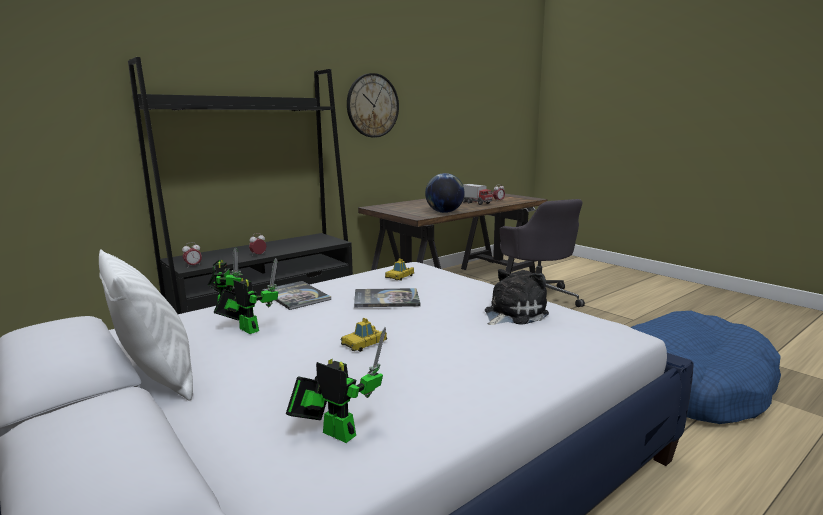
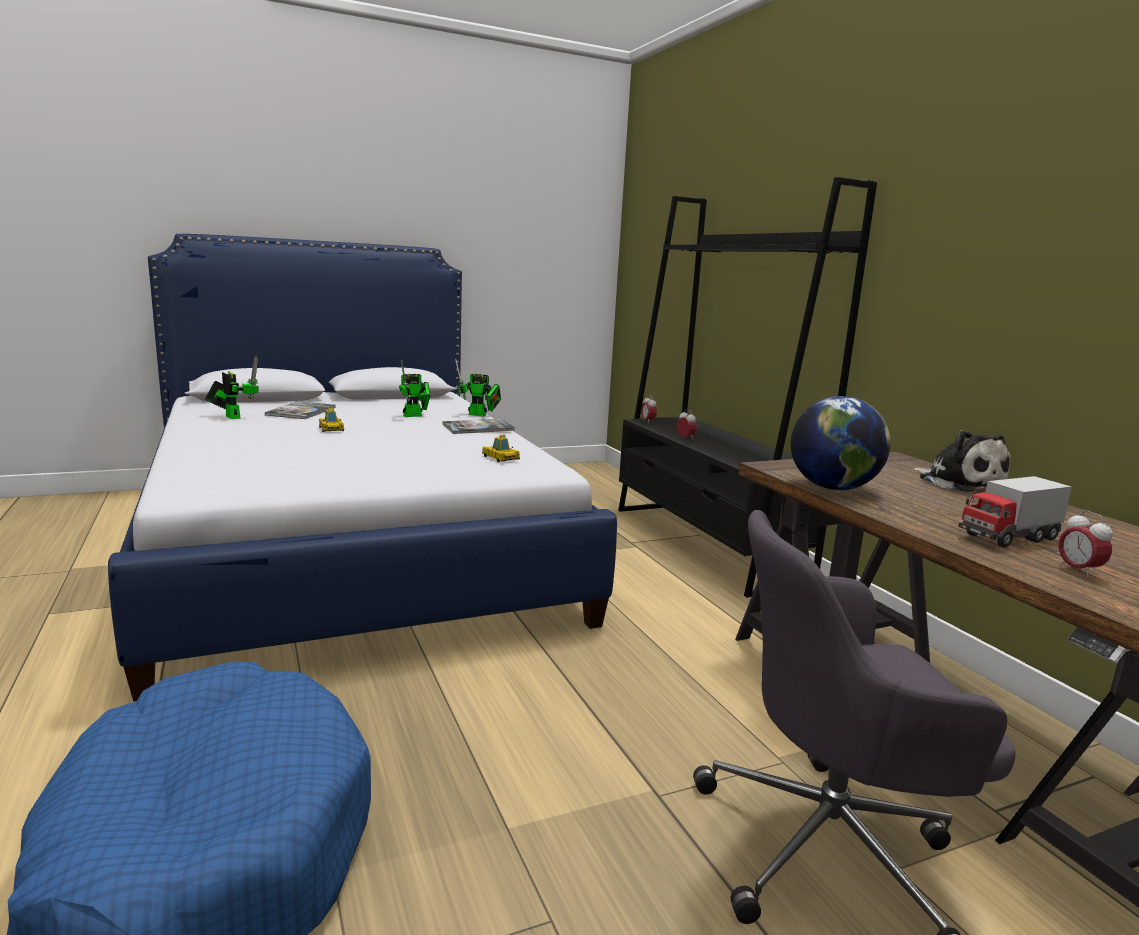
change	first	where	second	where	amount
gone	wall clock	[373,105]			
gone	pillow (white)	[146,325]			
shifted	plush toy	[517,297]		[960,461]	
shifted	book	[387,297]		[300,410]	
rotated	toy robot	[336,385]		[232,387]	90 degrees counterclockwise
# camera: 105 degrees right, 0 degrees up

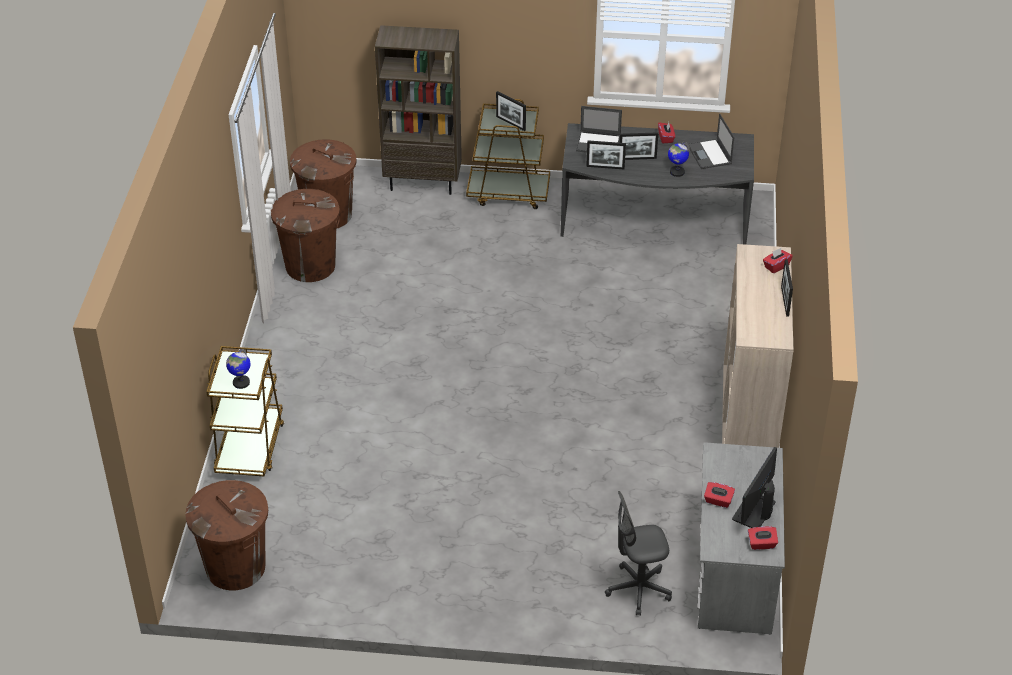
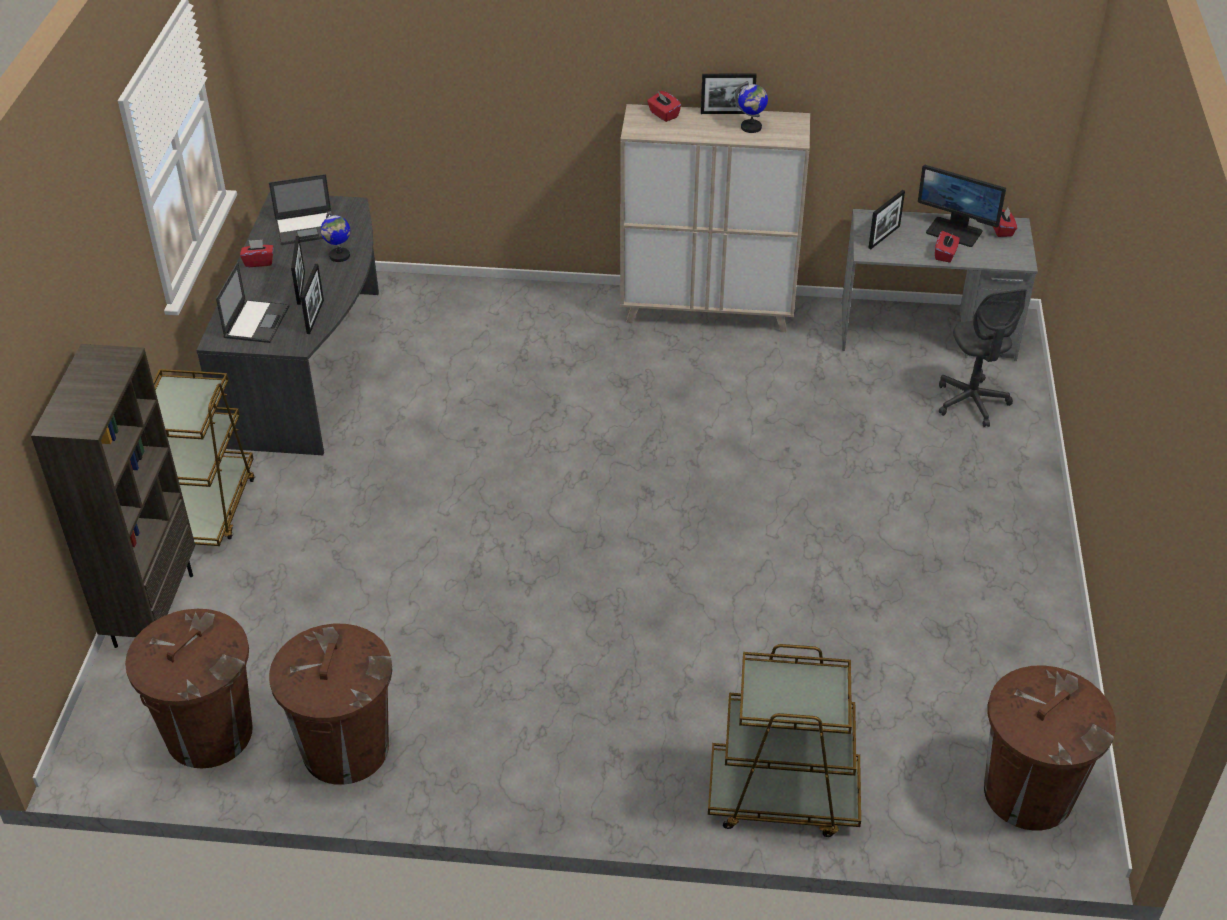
change	first	where	second	where	amount
shifted	picture frame	[511,111]		[886,219]	
shifted	globe	[238,369]		[751,107]	
# camera: 90 degrees left, 0 degrees up

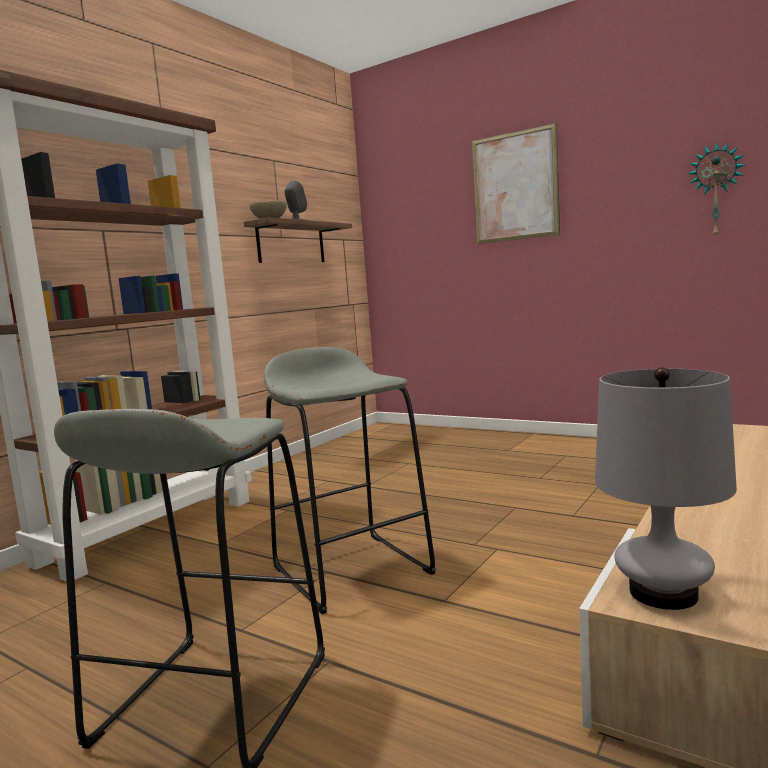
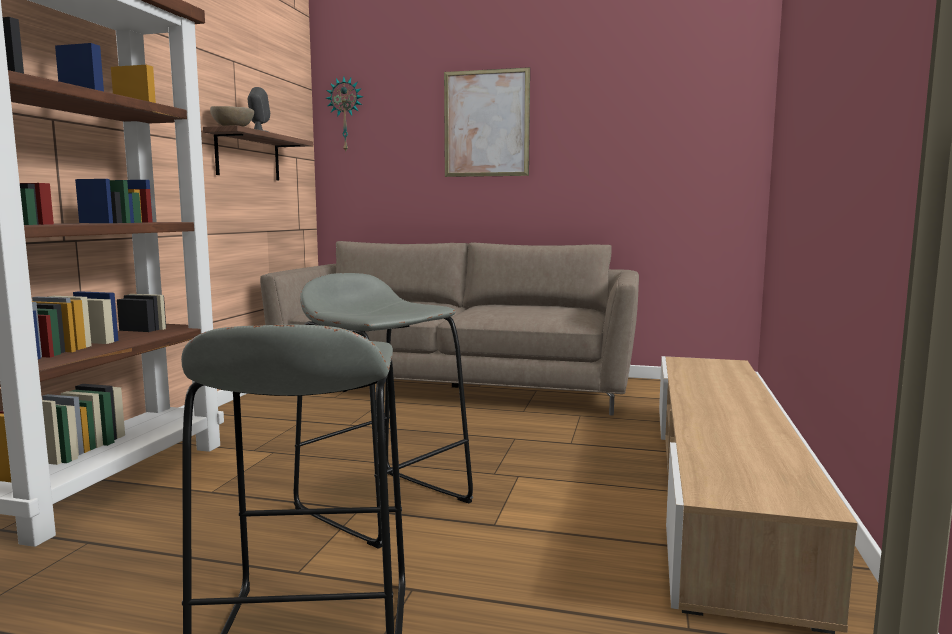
change	first	where	second	where	amount
shifted	wall clock	[716,190]		[344,113]	
gone	table lamp (grey)	[666,488]			
new			sofa (beige)	[449,328]	
# camera: 20 degrees left, 0 degrees up

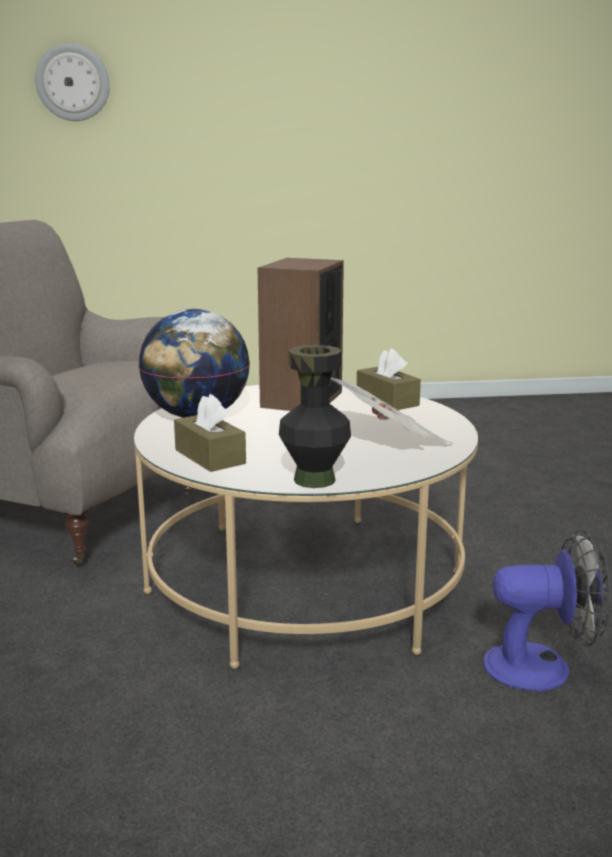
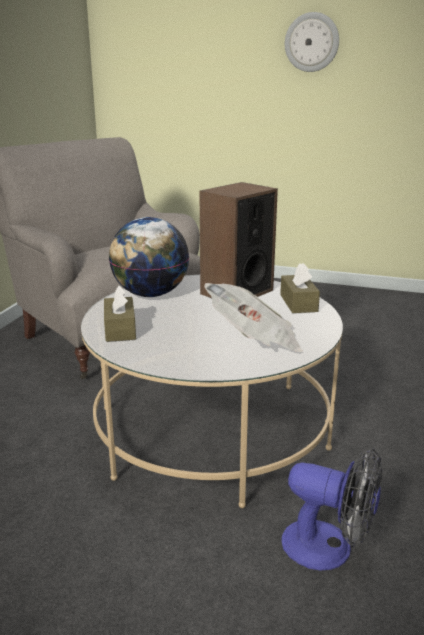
change	first	where	second	where	amount
shifted	wall clock	[72,82]		[312,42]	
gone	vase (black)	[315,416]			
# camera: 25 degrees right, 5 degrees up

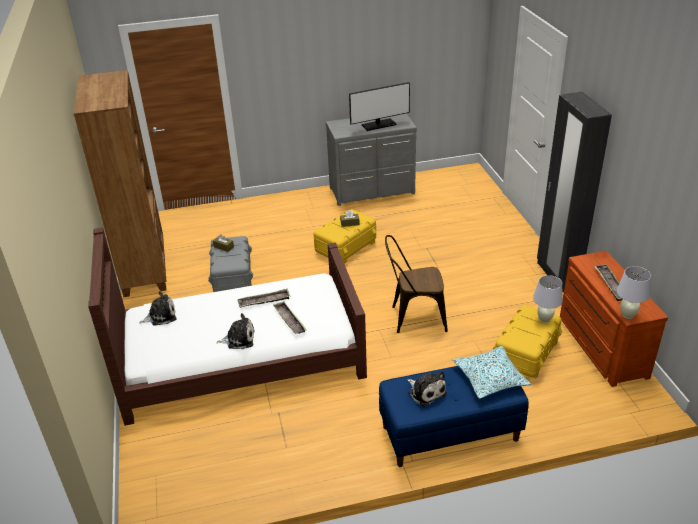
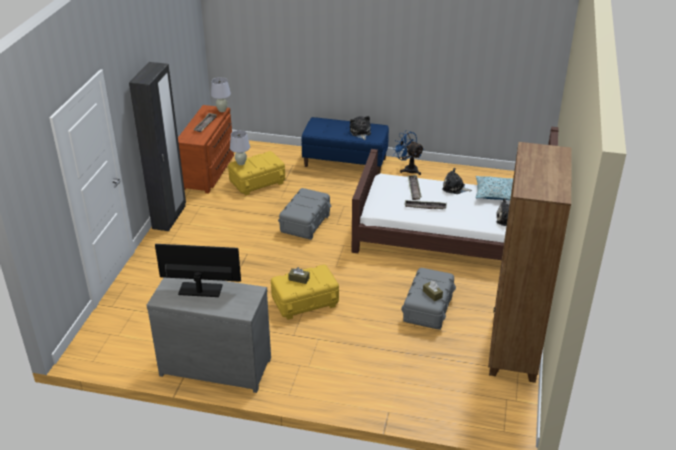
change	first	where	second	where	amount
swapped	chair (brown)	[416,284]	storage box (grey)	[304,214]	
shifted	pillow	[491,372]		[494,188]	
new			fan (blue)	[408,152]	
# camera: 155 degrees left, 0 degrees up

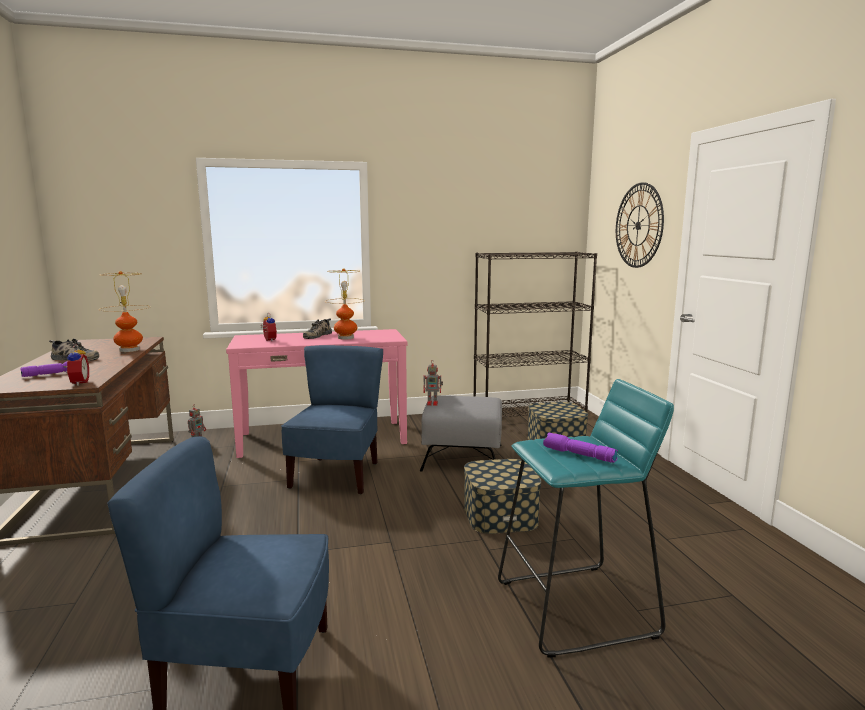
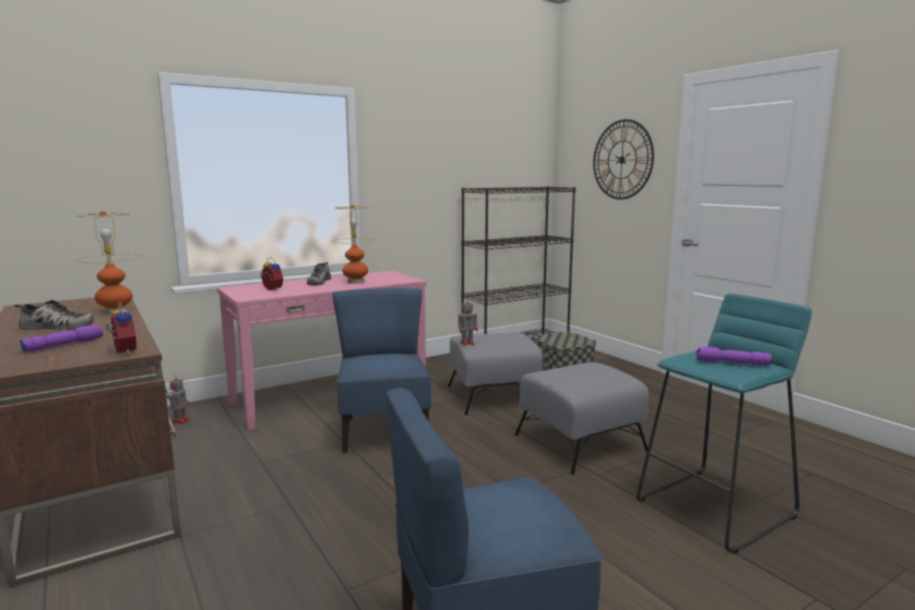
change	first	where	second	where	amount
swapped	storage box	[503,496]	ottoman (grey)	[582,418]	
# camera: 20 degrees left, 0 degrees up

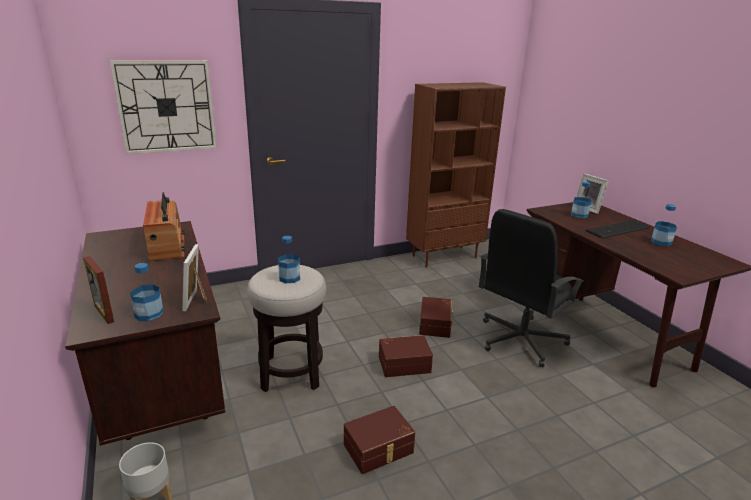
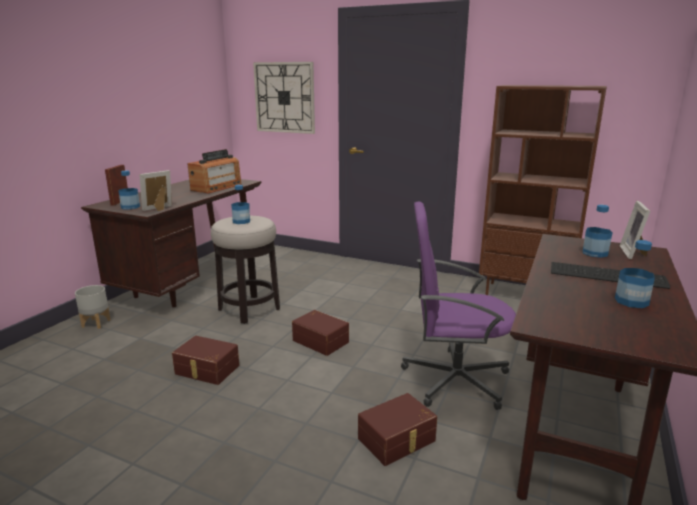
change	first	where	second	where	amount
repainted	office chair (black)	[531,288]	office chair (purple)	[458,306]	
shifted	storage box (brown)	[436,317]		[397,429]	
# camera: 50 degrees right, 5 degrees down

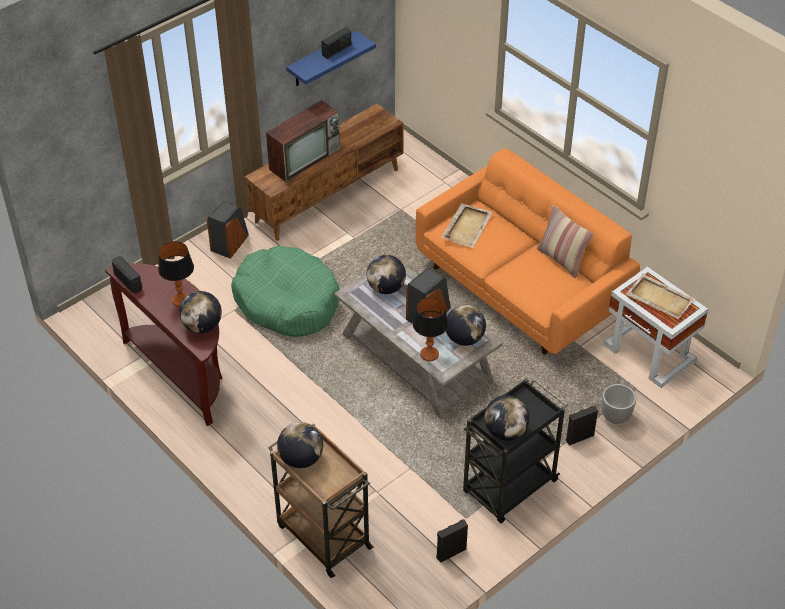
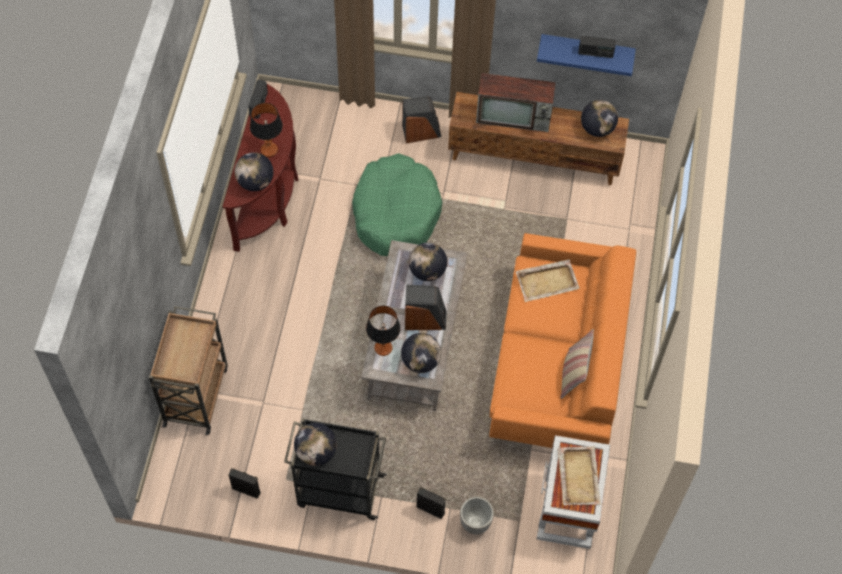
change	first	where	second	where	amount
shifted	globe	[300,445]		[599,118]	
# camera: 50 degrees right, 15 degrees up

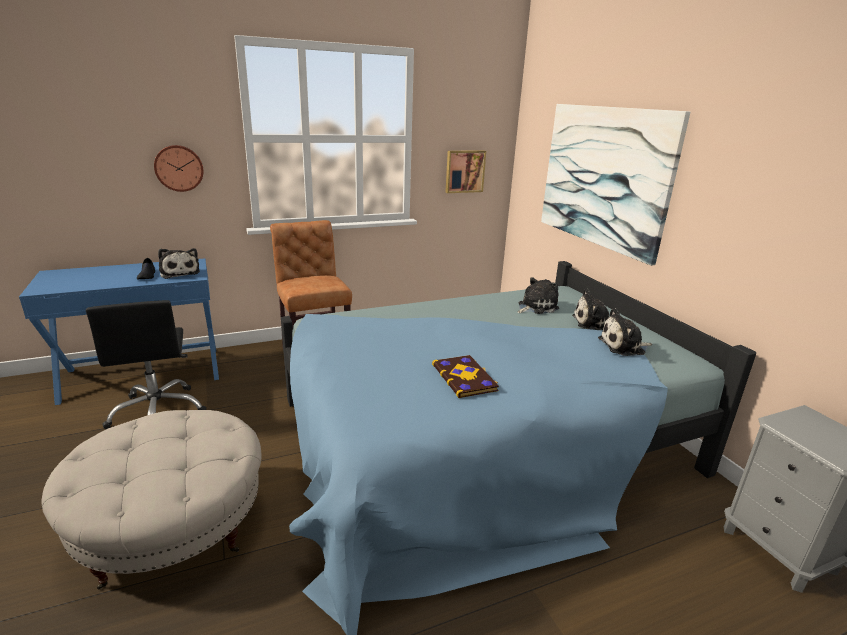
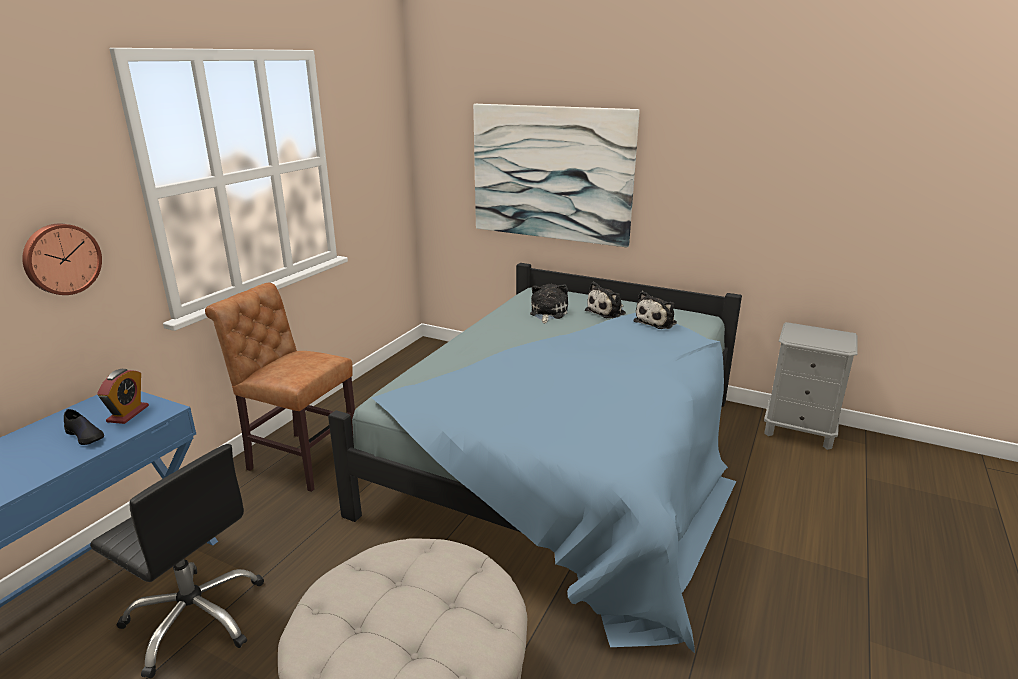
change	first	where	second	where	amount
gone	picture	[465,172]			
swapped	plush toy	[179,263]	alarm clock	[123,396]	
gone	book	[465,376]			
# camera: 40 degrees left, 0 degrees up

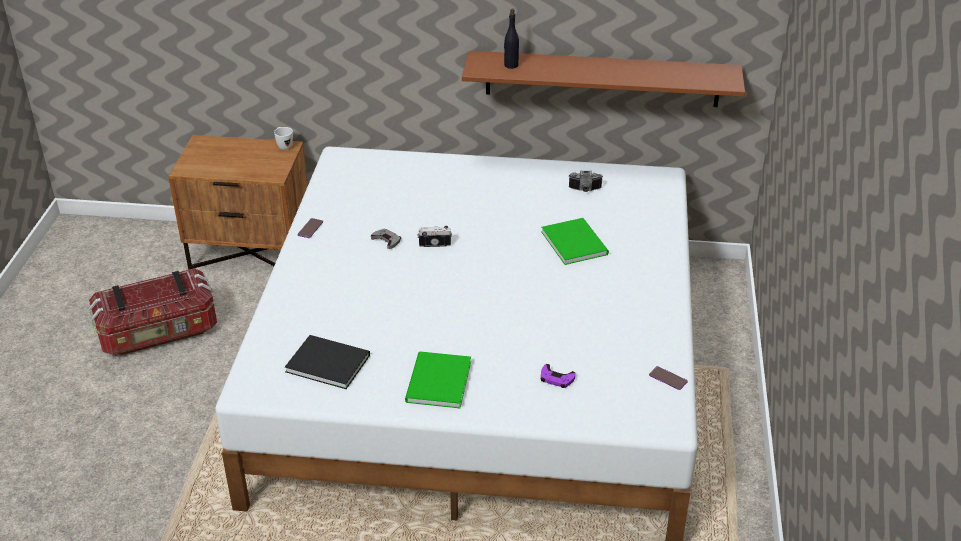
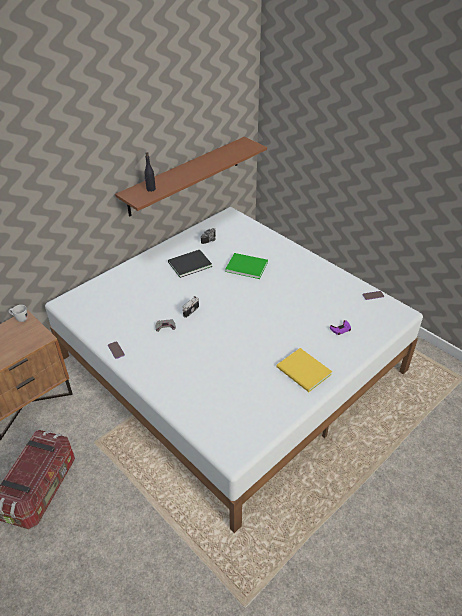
change	first	where	second	where	amount
shifted	book (black)	[327,362]		[190,264]	
repainted	book (green)	[438,380]	book (yellow)	[304,370]	
# camera: 50 degrees left, 5 degrees up

